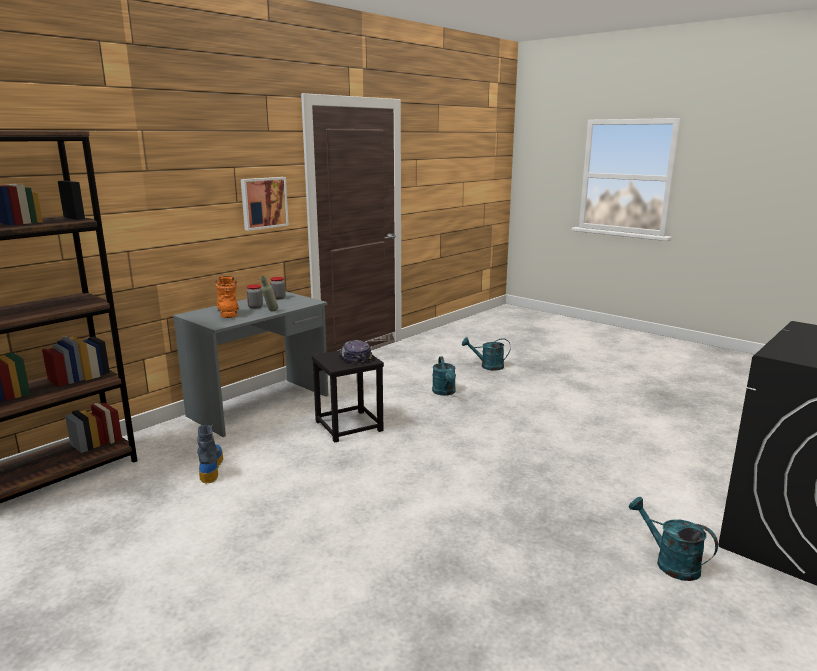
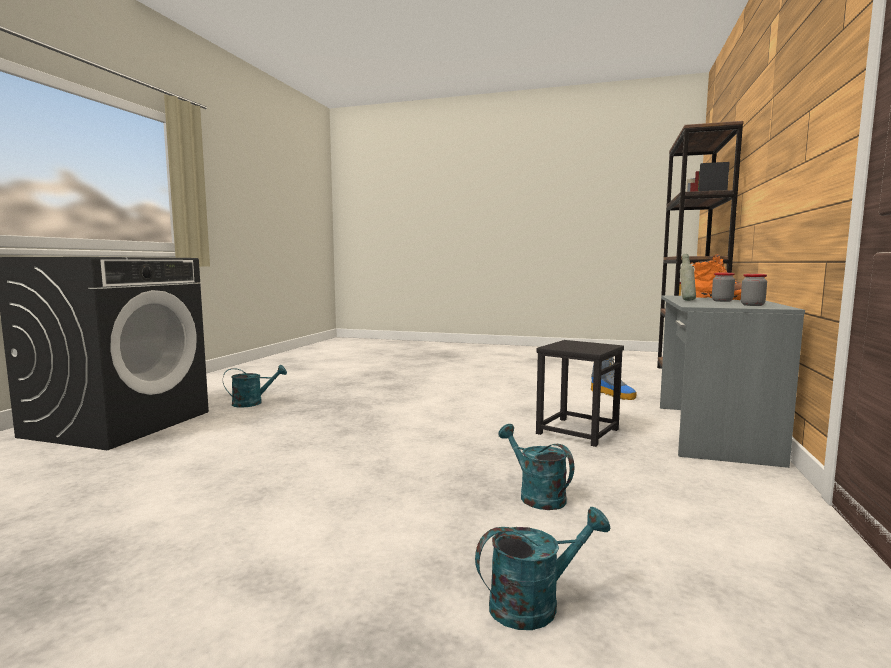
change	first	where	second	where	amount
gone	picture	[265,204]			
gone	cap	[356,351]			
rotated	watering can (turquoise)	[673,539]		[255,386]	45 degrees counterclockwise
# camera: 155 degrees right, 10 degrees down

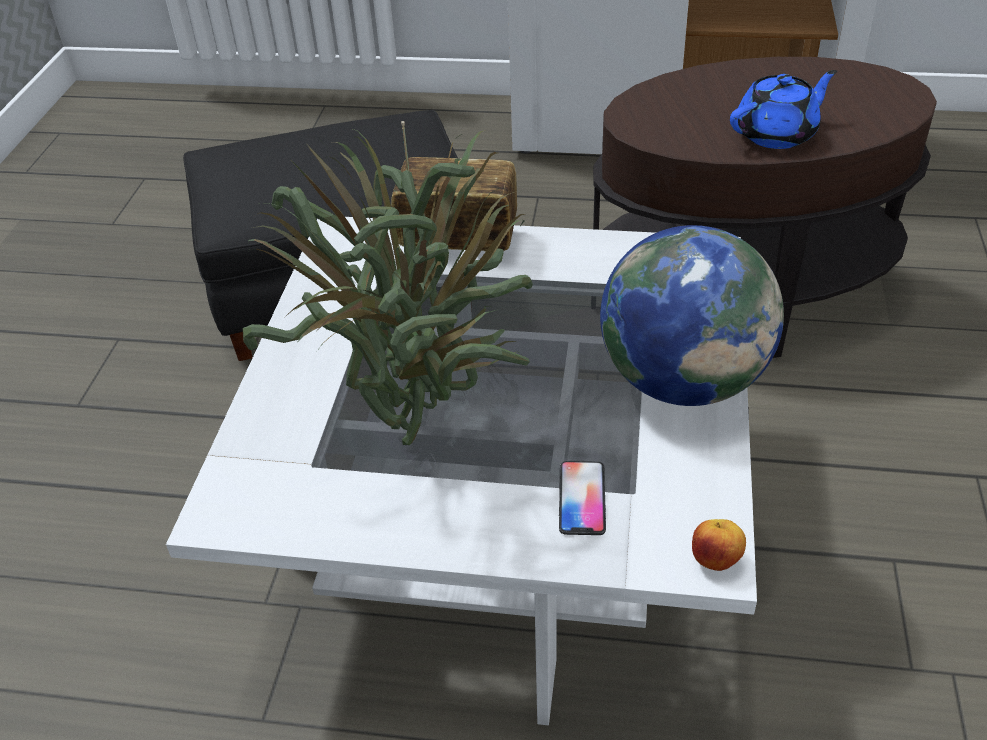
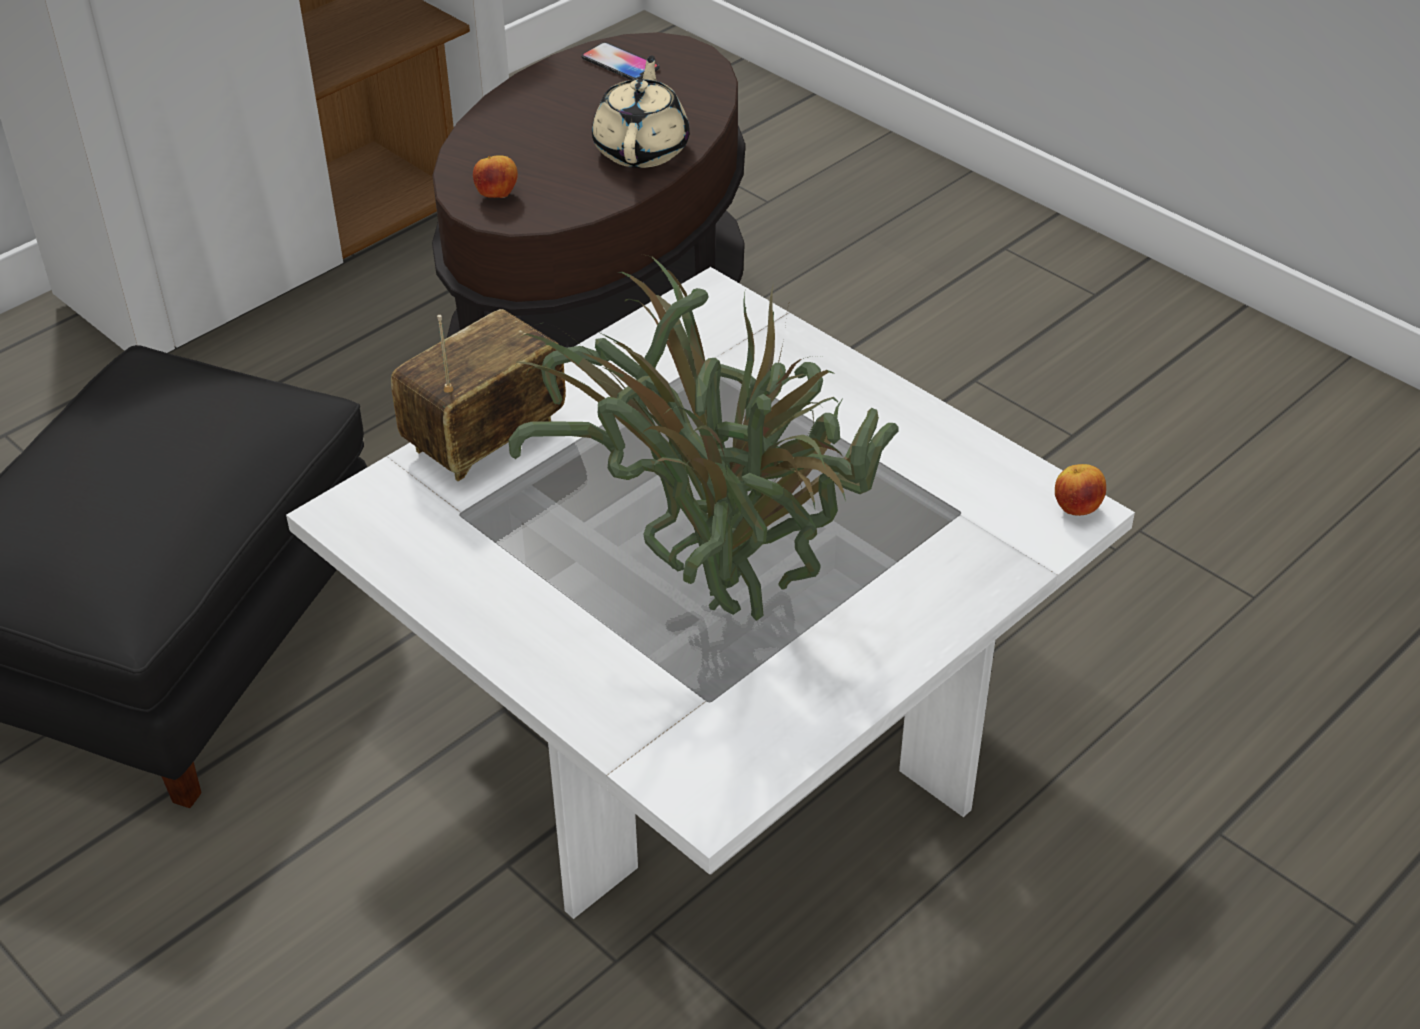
change	first	where	second	where	amount
repainted	teapot (blue)	[783,109]	teapot (beige)	[641,111]	
gone	globe	[692,315]			
shifted	phone	[582,498]		[620,61]	
new			apple	[495,176]	
# camera: 55 degrees left, 0 degrees up

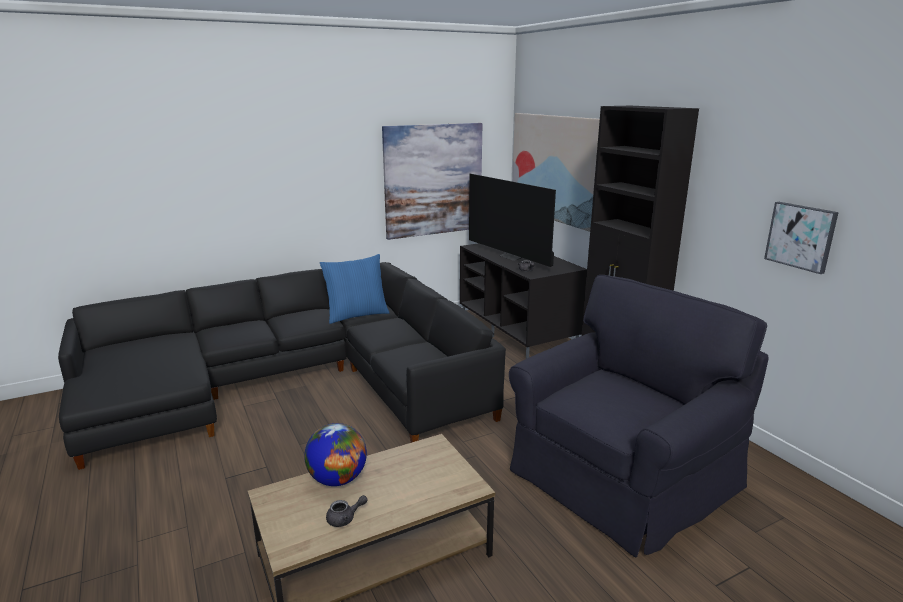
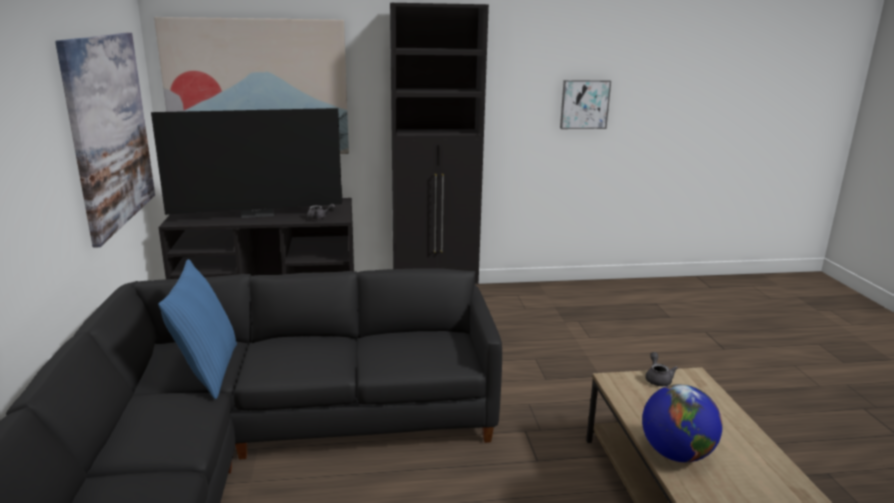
change	first	where	second	where	amount
gone	armchair (black)	[639,416]			
shifted	teapot (grey)	[347,511]		[661,369]	
# camera: 70 degrees left, 0 degrees up

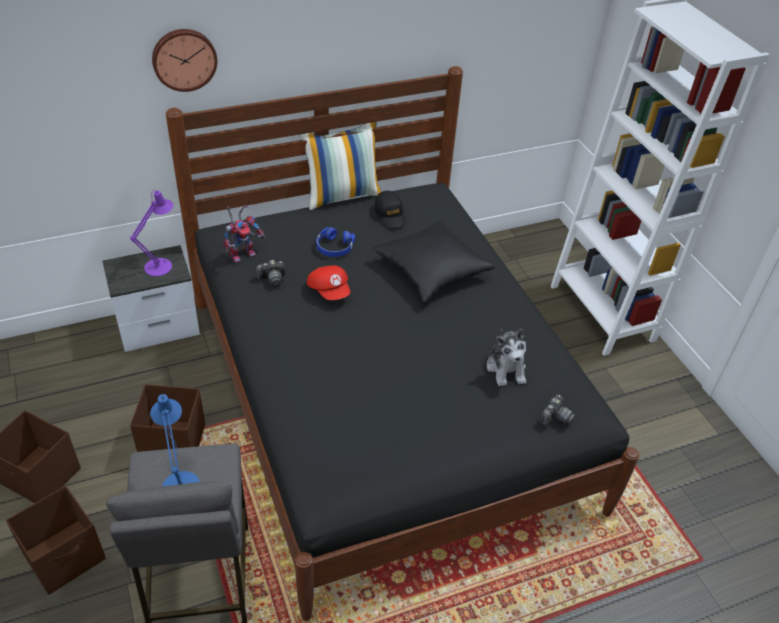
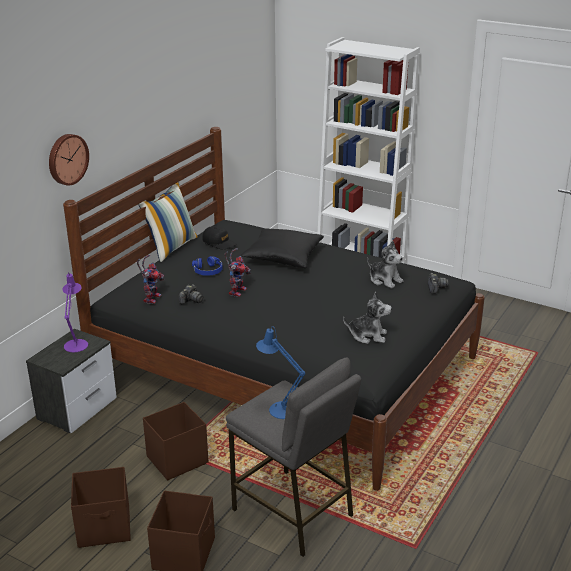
change	first	where	second	where	amount
swapped	cap (red)	[328,282]	toy robot	[237,272]	
new			plush toy	[367,318]	
# camera: 35 degrees left, 15 degrees down

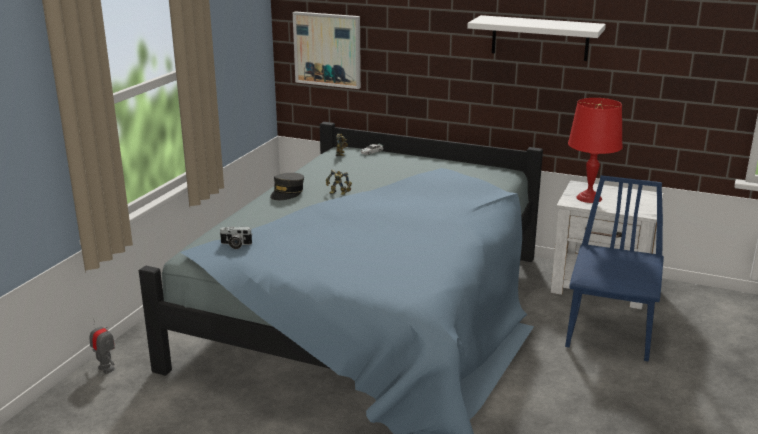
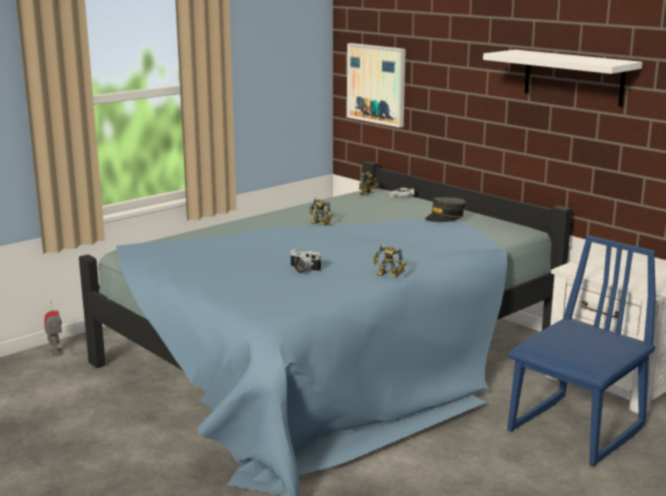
change	first	where	second	where	amount
gone	table lamp (red)	[595,150]			
shifted	cap (grey)	[287,186]		[445,209]	
shifted	photo camera	[236,237]		[306,261]	
new			toy robot	[389,261]	
# camera: 25 degrees right, 5 degrees down

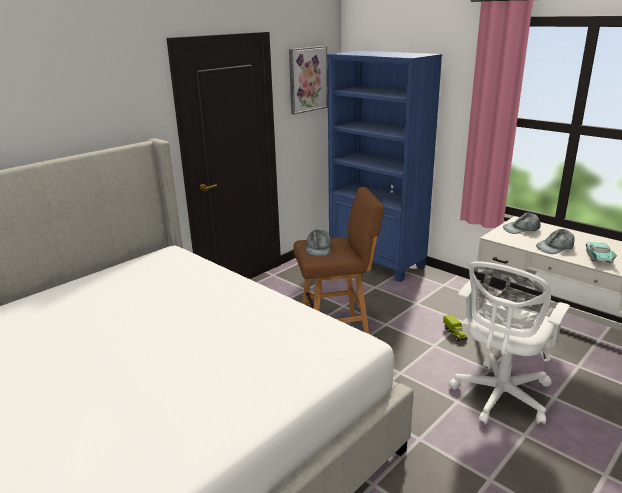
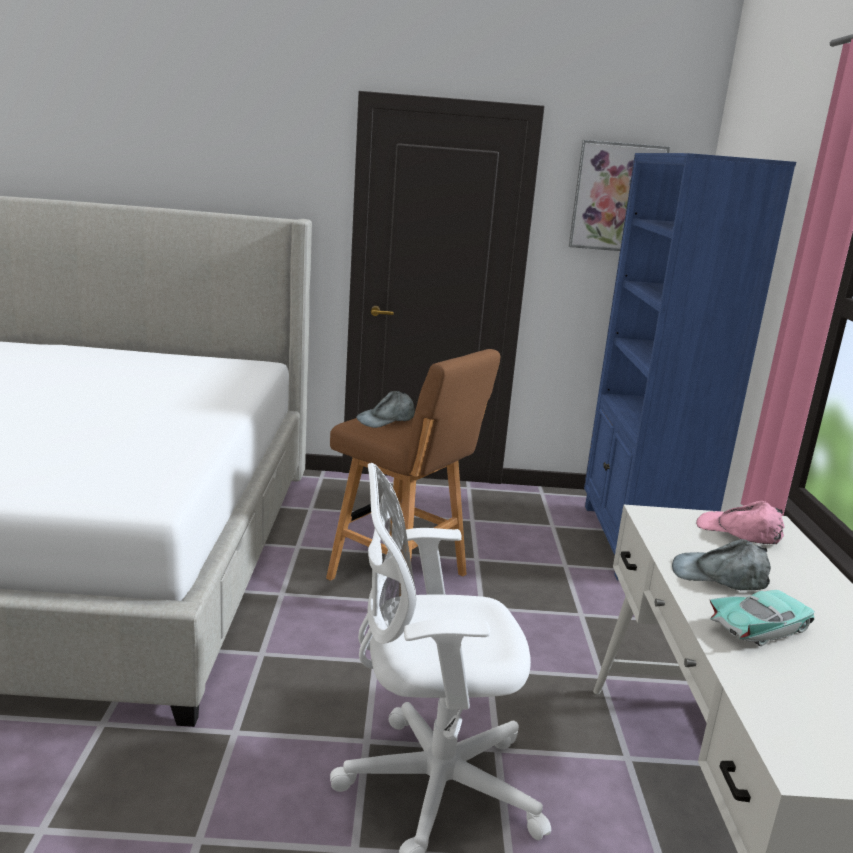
change	first	where	second	where	amount
repainted	cap (grey)	[522,223]	cap (pink)	[740,522]	
gone	toy truck	[455,328]			
# camera: 45 degrees right, 5 degrees down

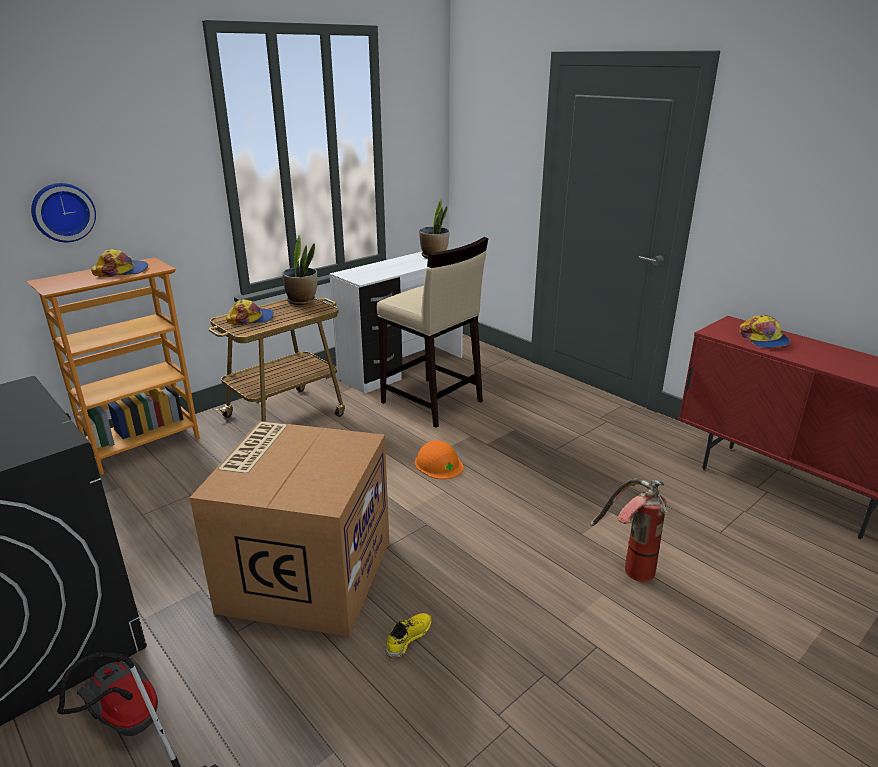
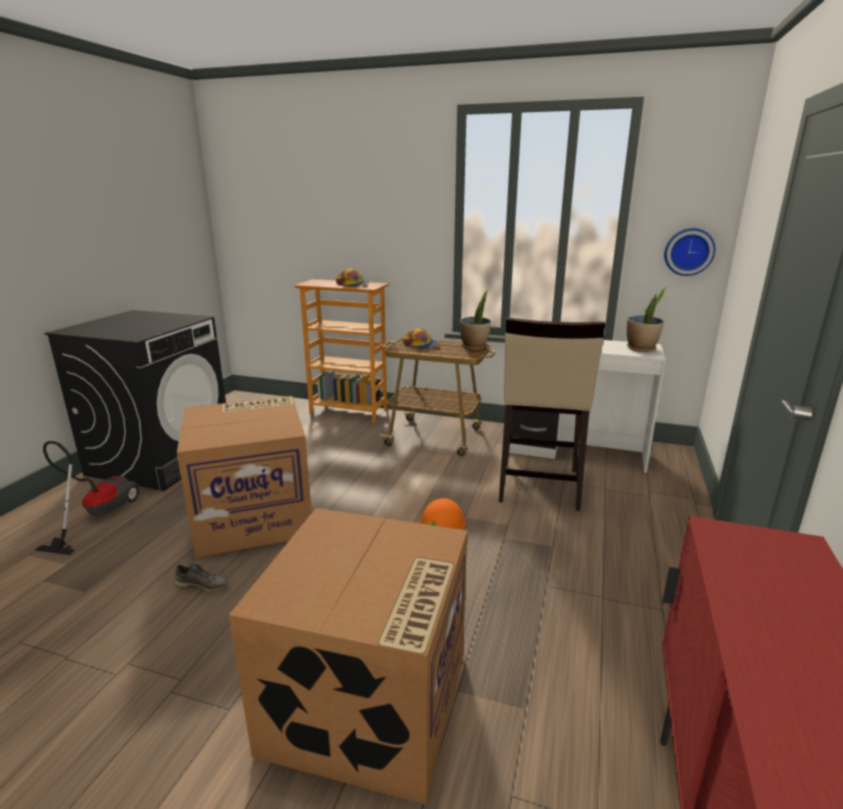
change	first	where	second	where	amount
shifted	wall clock	[63,212]		[689,252]	
gone	cap	[764,331]			
swapped	fire extinguisher	[628,530]	cardboard box	[348,656]	
repainted	shoe (yellow)	[408,635]	shoe (grey)	[201,577]	
# camera: 60 degrees right, 5 degrees down

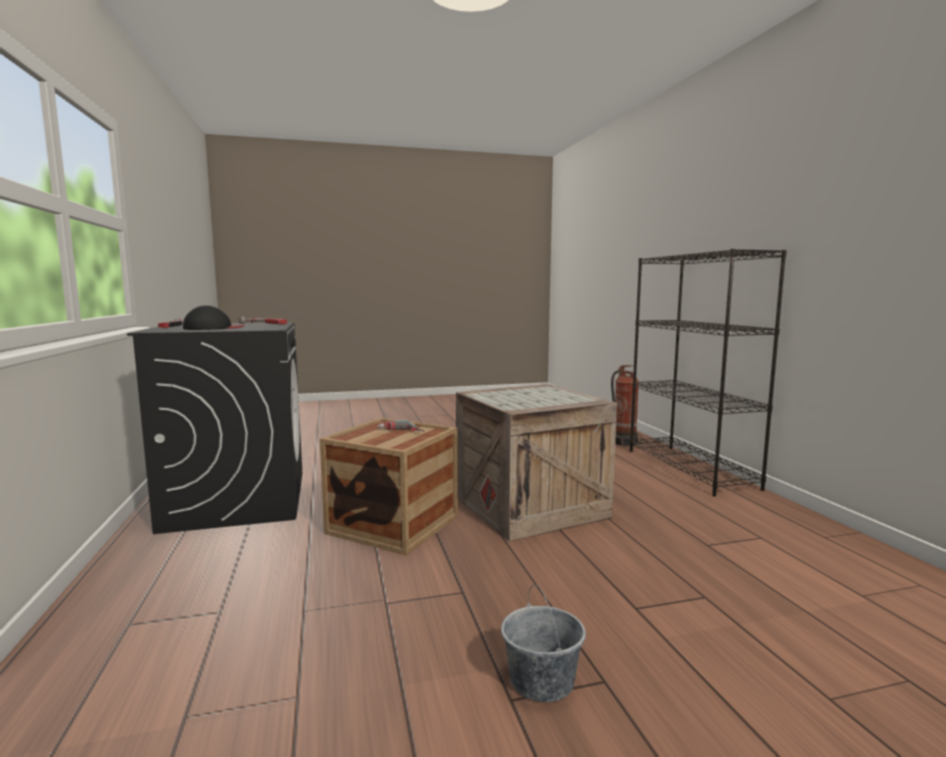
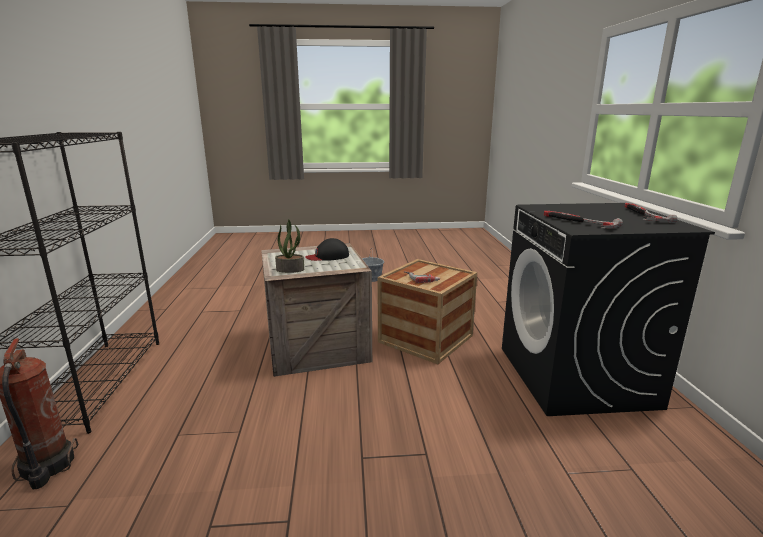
change	first	where	second	where	amount
shifted	cap (black)	[214,317]		[327,249]	
new			potted plant	[289,246]	
# camera: 170 degrees left, 10 degrees up

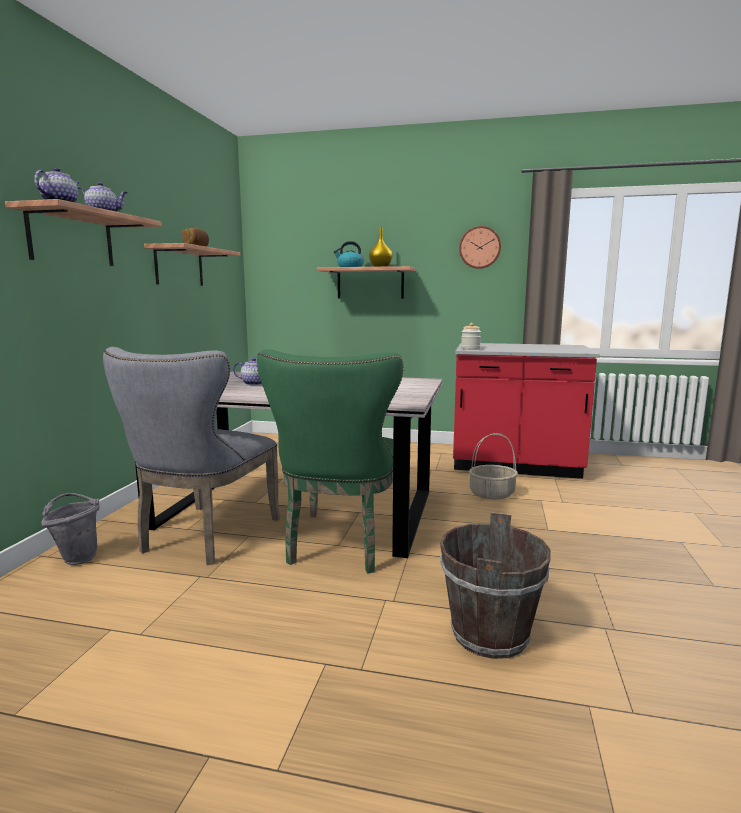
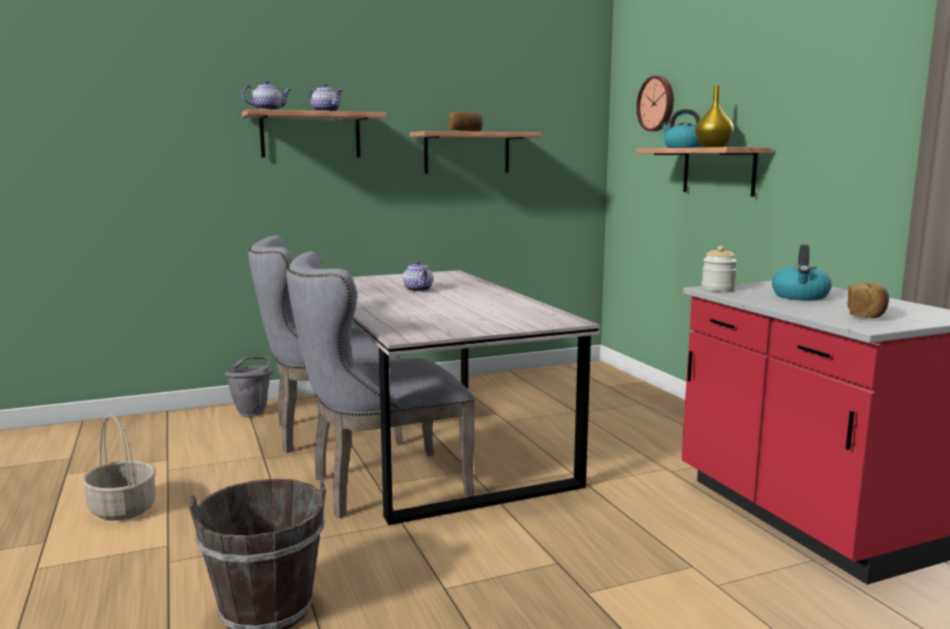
change	first	where	second	where	amount
shifted	wall clock	[480,247]		[655,103]	
repainted	chair (green)	[330,461]	chair (grey)	[380,384]	
shifted	basket	[493,466]		[118,468]	
new			kettle	[802,272]	
new			bread	[868,300]	
# camera: 55 degrees right, 0 degrees up

